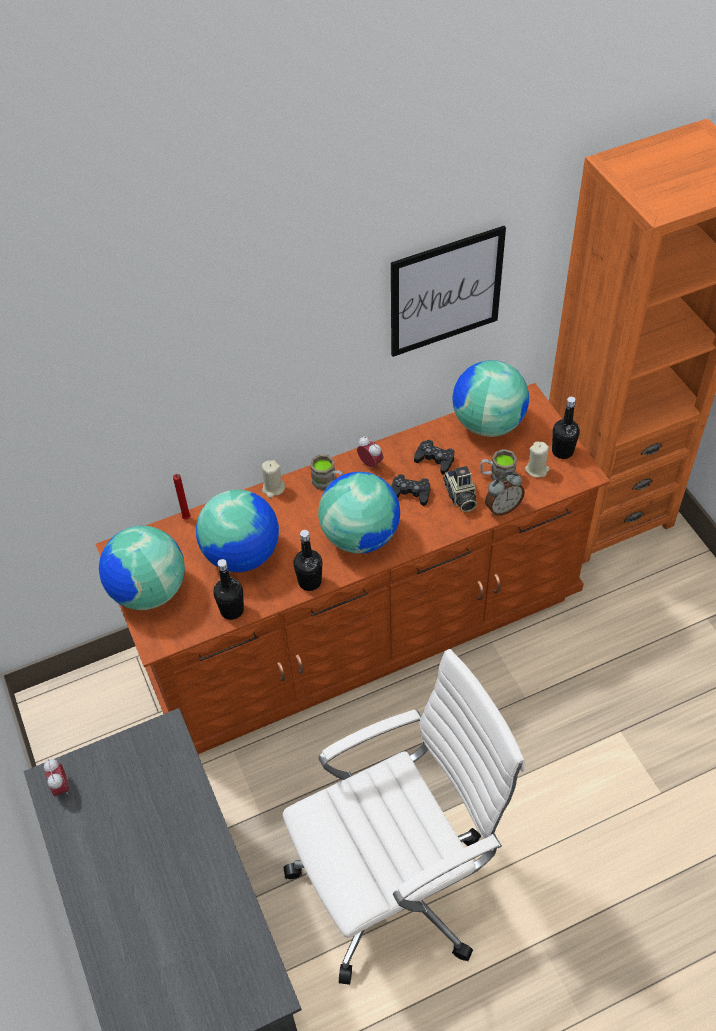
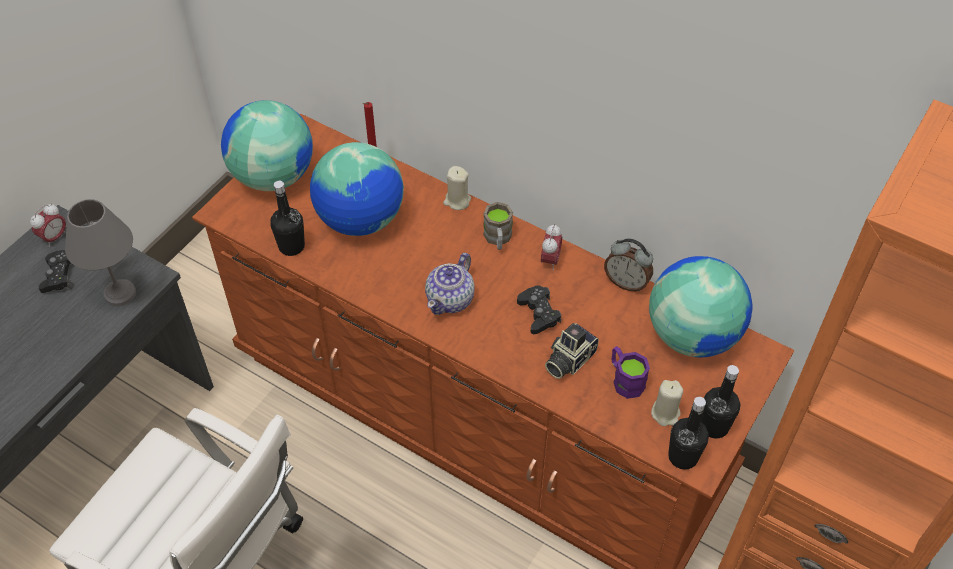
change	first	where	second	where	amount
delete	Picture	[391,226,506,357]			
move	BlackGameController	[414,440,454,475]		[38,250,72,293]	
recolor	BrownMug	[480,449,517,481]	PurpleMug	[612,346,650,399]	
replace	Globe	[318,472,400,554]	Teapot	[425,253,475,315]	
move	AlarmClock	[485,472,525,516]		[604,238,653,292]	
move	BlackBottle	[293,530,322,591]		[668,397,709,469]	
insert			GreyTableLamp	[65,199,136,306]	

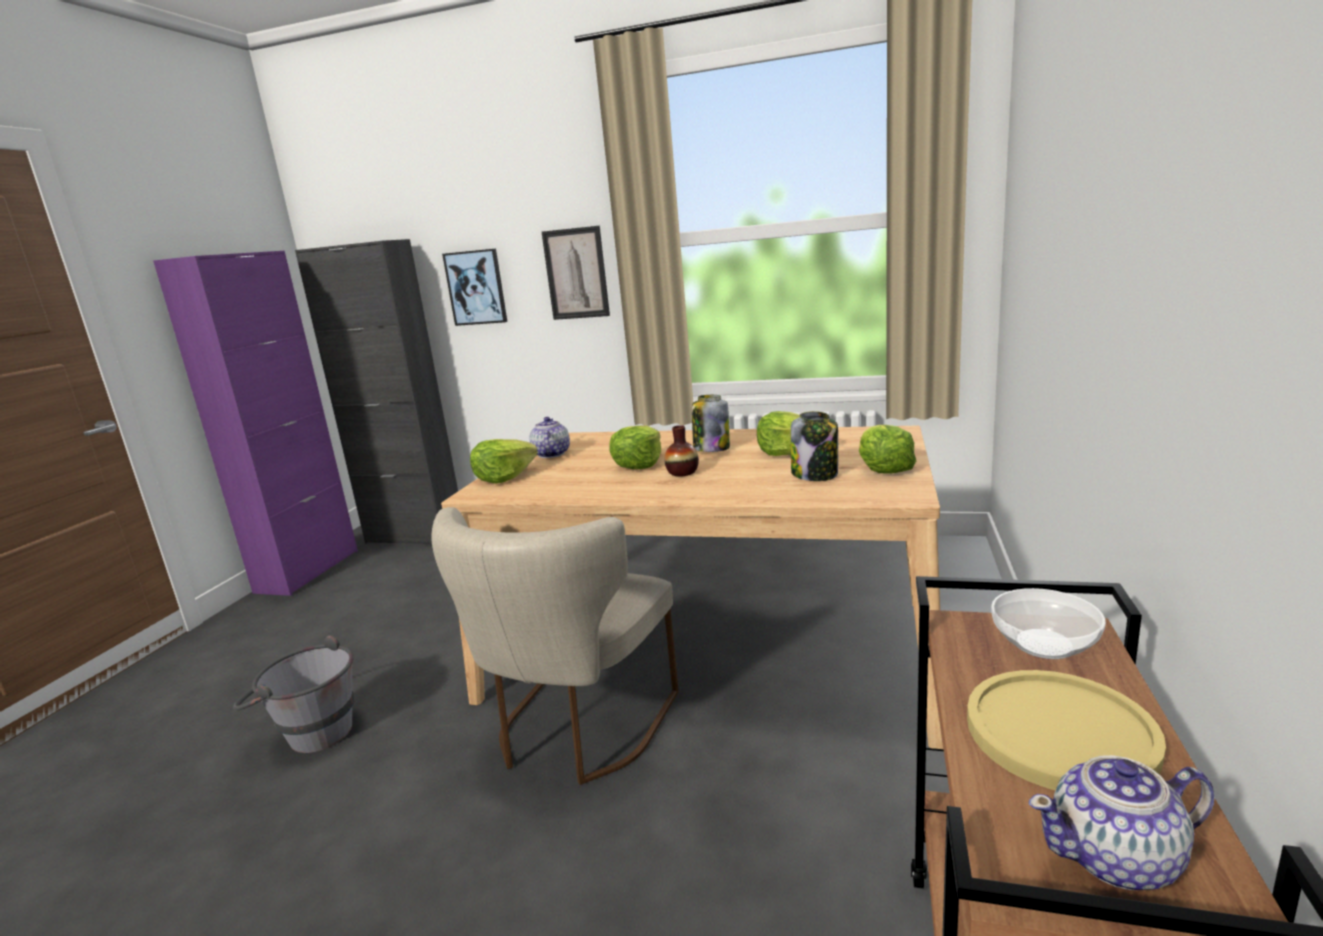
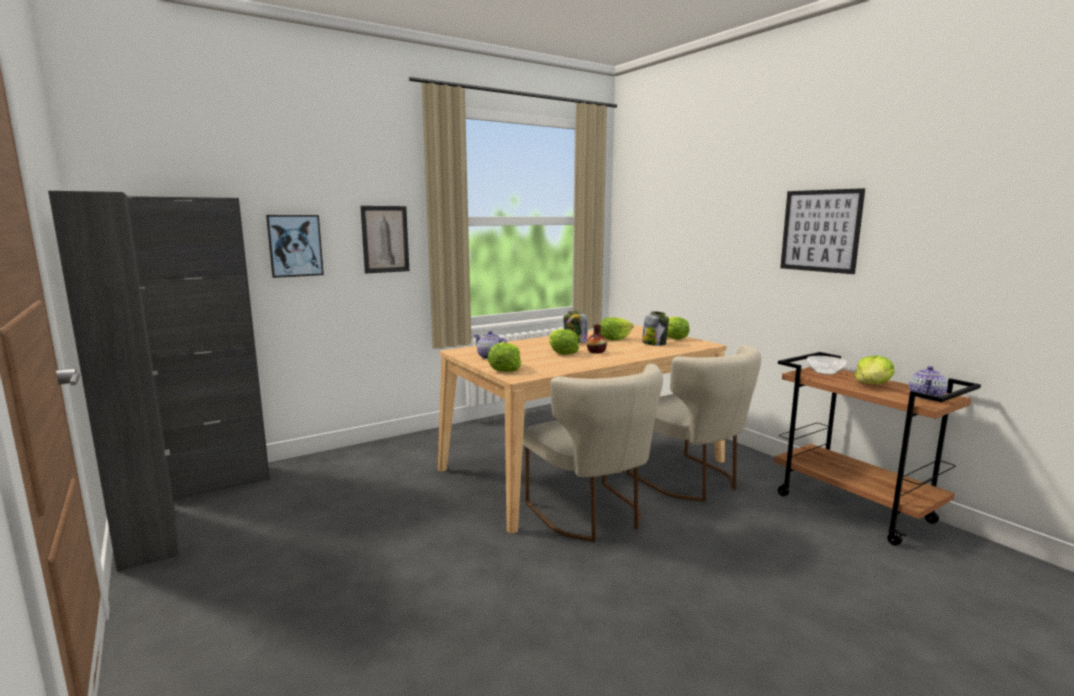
change	first	where	second	where	amount
recolor	PurpleCabinet	[153,251,358,596]	BlackCabinet	[48,191,179,572]	
delete	GreyBucket	[233,635,354,753]			
replace	YellowPlate	[967,670,1166,790]	Lettuce	[855,356,894,384]	
insert			Picture	[780,188,865,274]	
insert			BeigeChair	[627,345,761,502]	

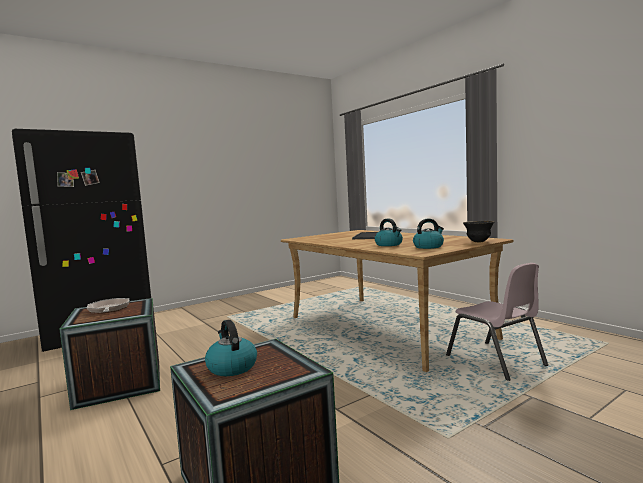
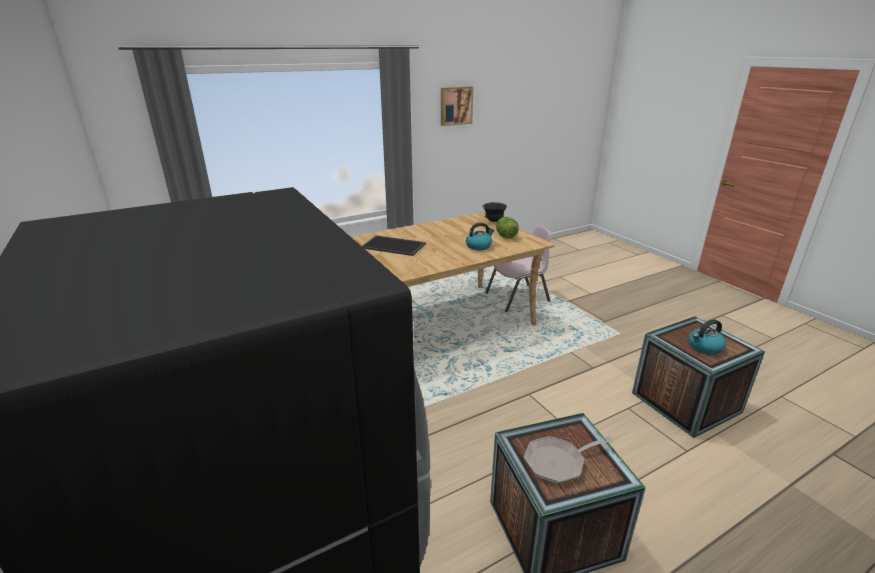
change	first	where	second	where	amount
replace	Kettle	[413,219,444,249]	Lettuce	[496,217,519,239]	
insert			Picture	[441,86,474,126]	

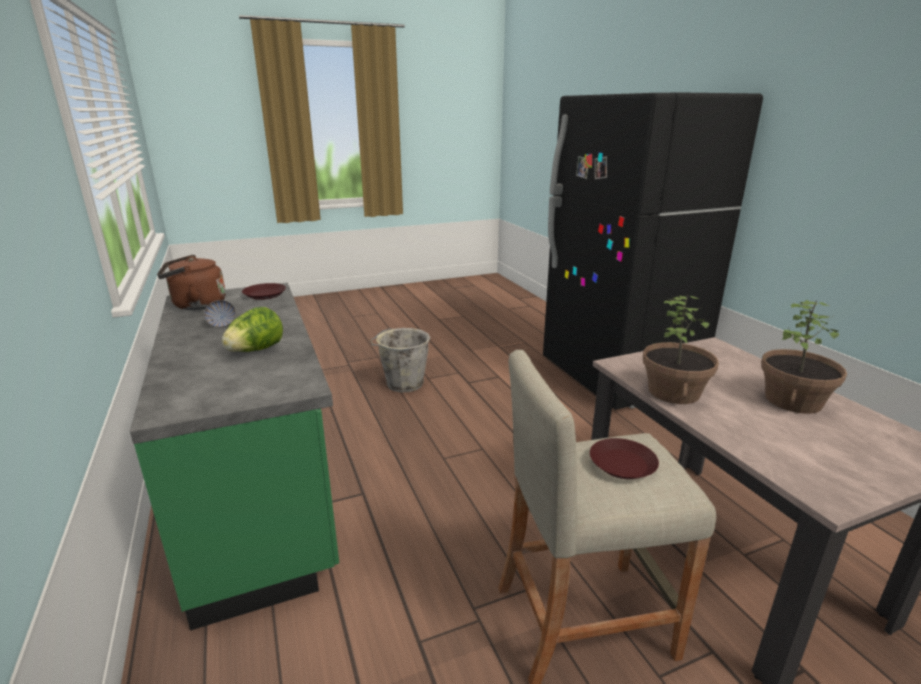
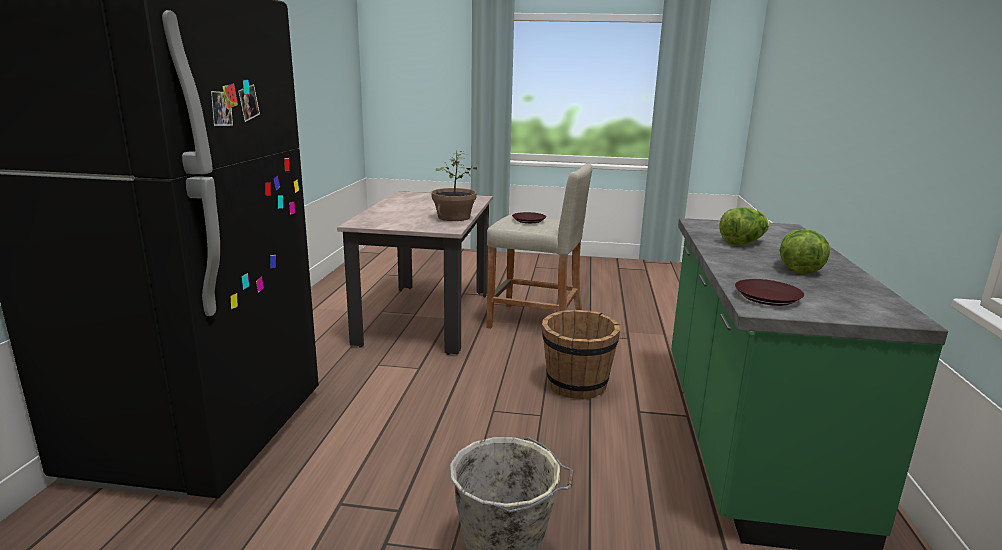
change	first	where	second	where	amount
delete	BrownKettle	[157,255,226,310]			
replace	Bowl	[204,300,236,327]	Lettuce	[780,229,830,274]	
delete	PottedPlant	[761,300,847,414]			
insert			BrownBucket	[542,310,620,400]	

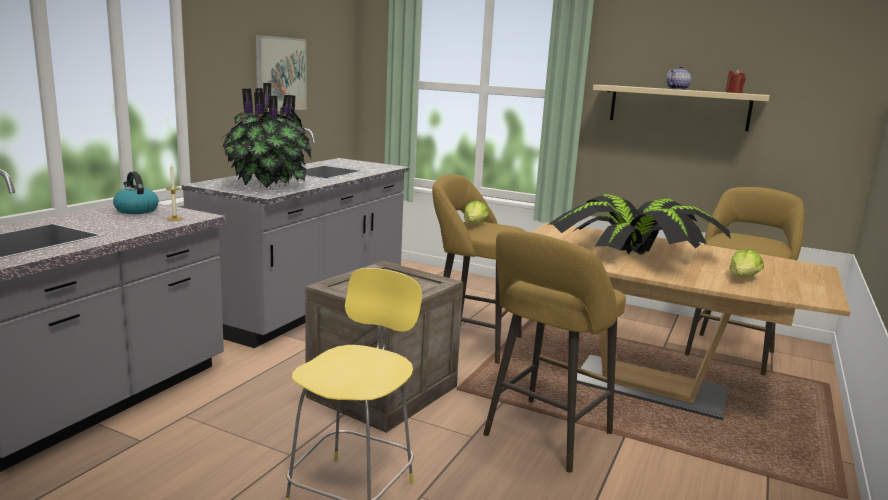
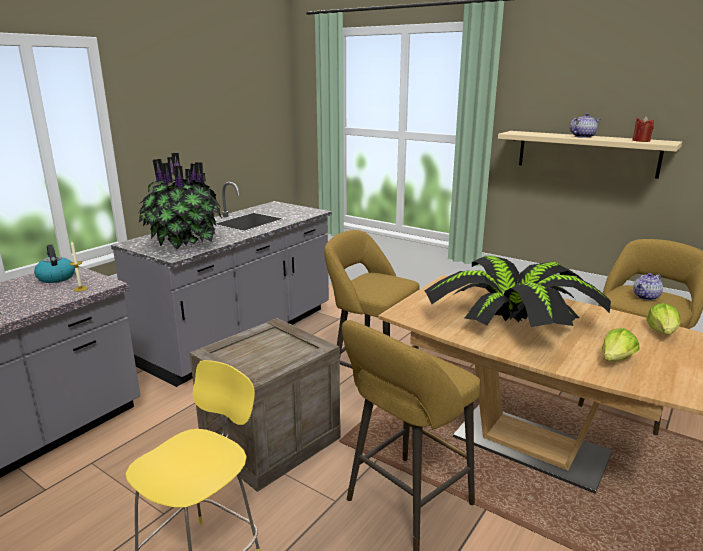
change	first	where	second	where	amount
delete	Picture	[256,35,307,111]			
move	Lettuce	[464,201,489,224]		[647,303,680,335]	
insert			Teapot	[633,273,663,300]	

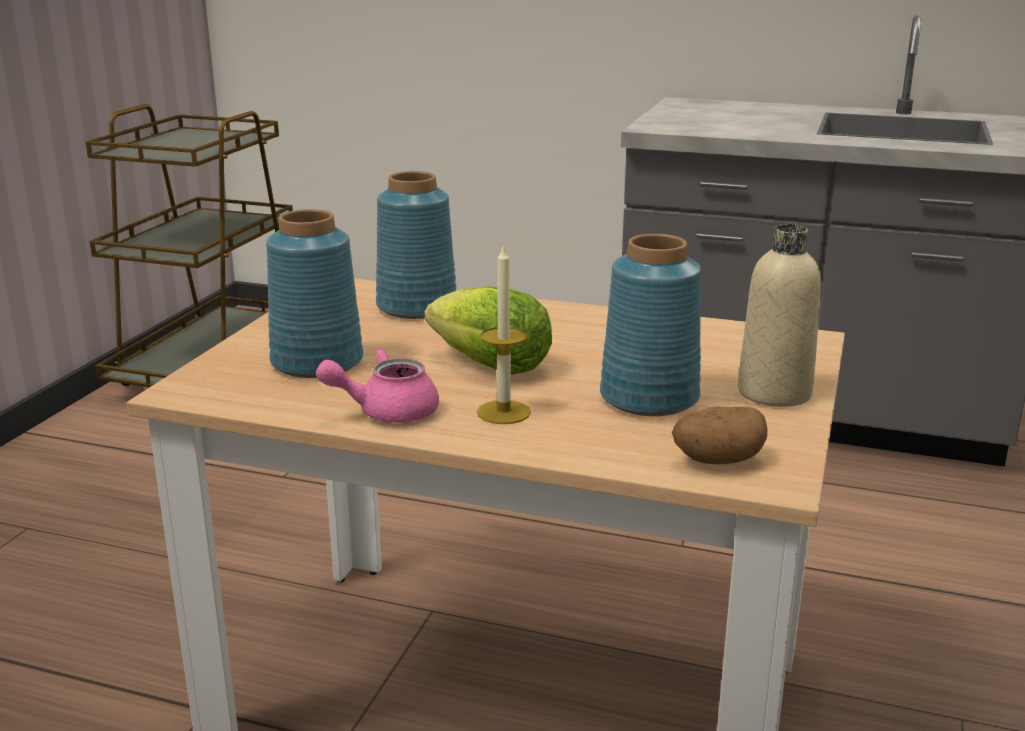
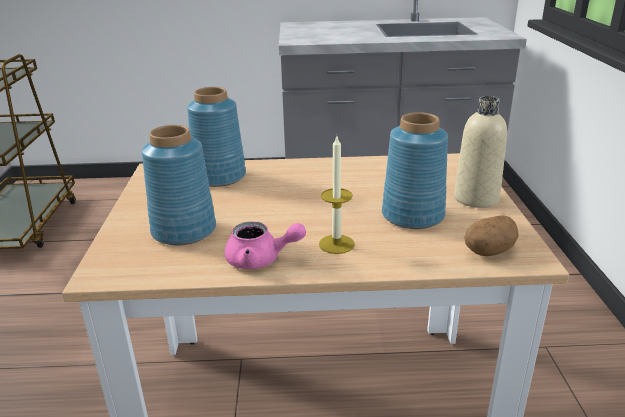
change	first	where	second	where	amount
delete	Lettuce	[425,286,552,375]			
rotate	PinkTeapot	[316,349,439,423]		[225,222,306,269]	135 degrees counterclockwise

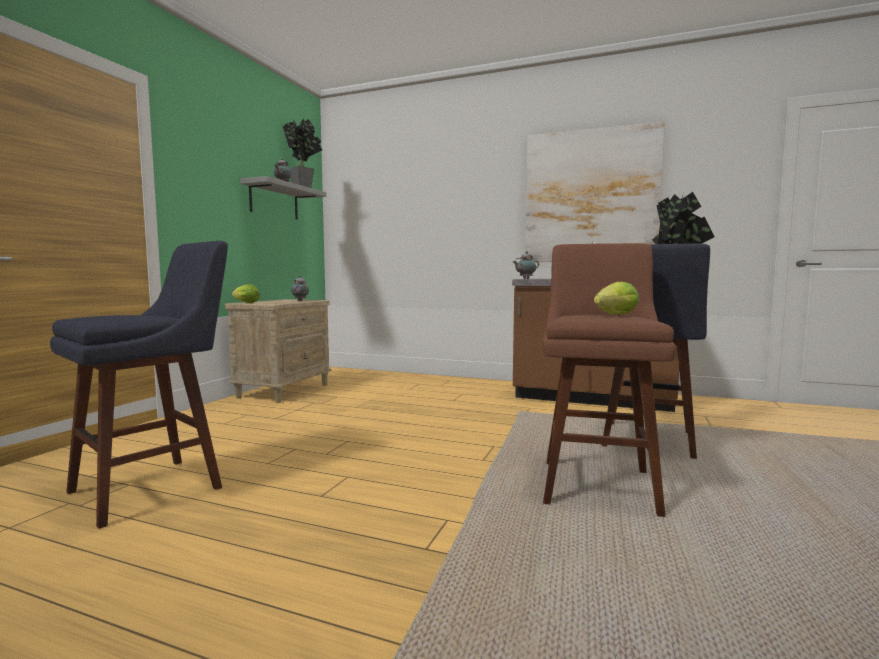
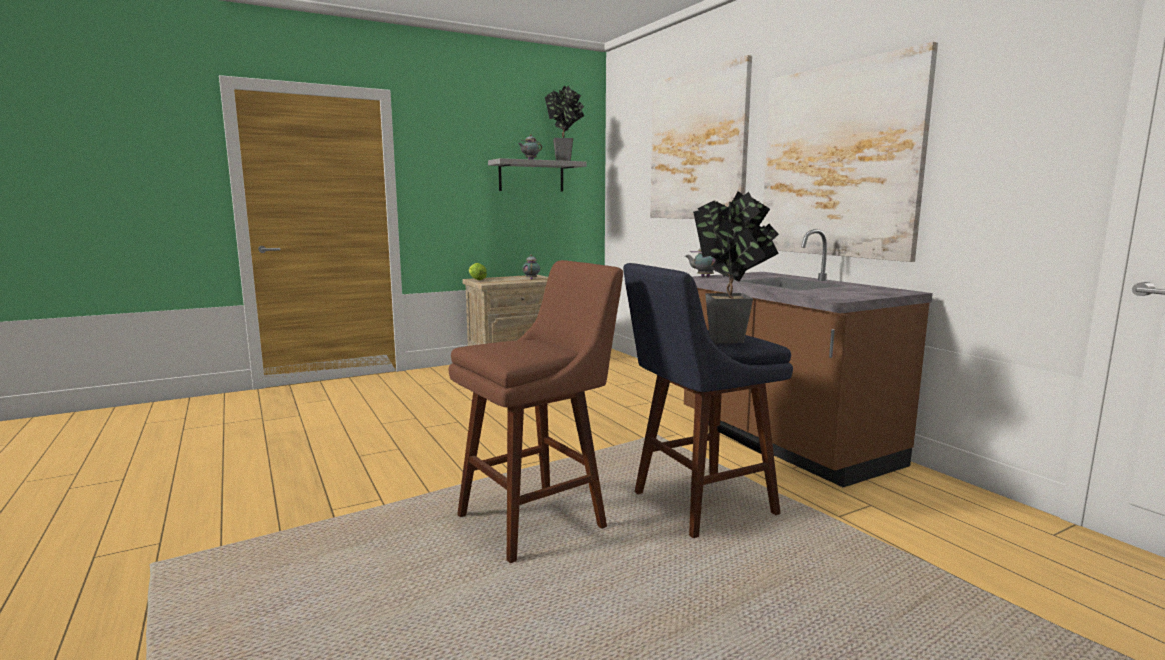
change	first	where	second	where	amount
delete	BlueStool	[50,241,228,529]			
delete	Lettuce	[594,282,639,315]			
insert			Picture	[650,55,752,219]	

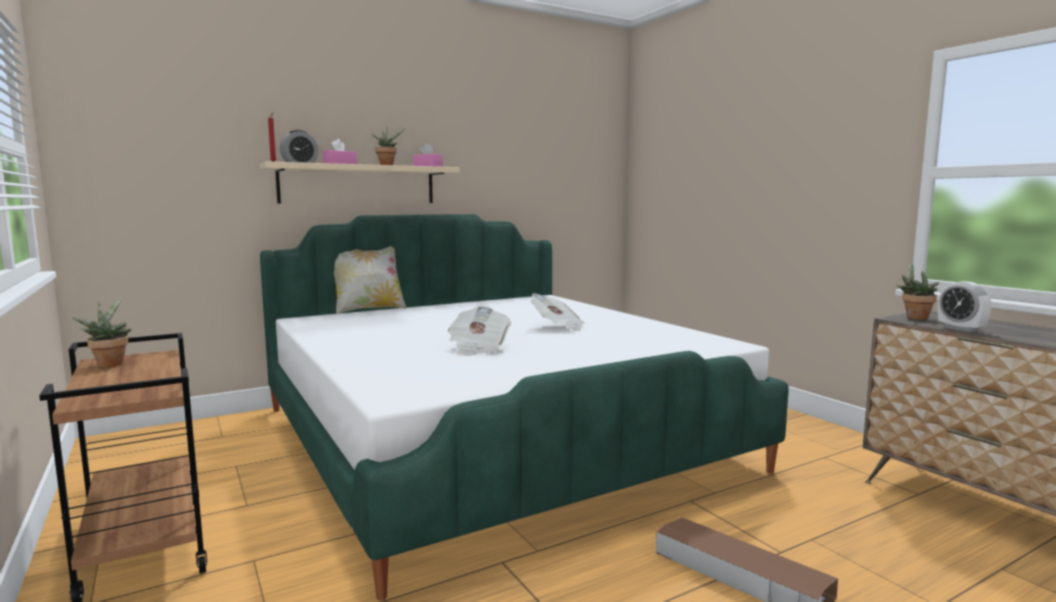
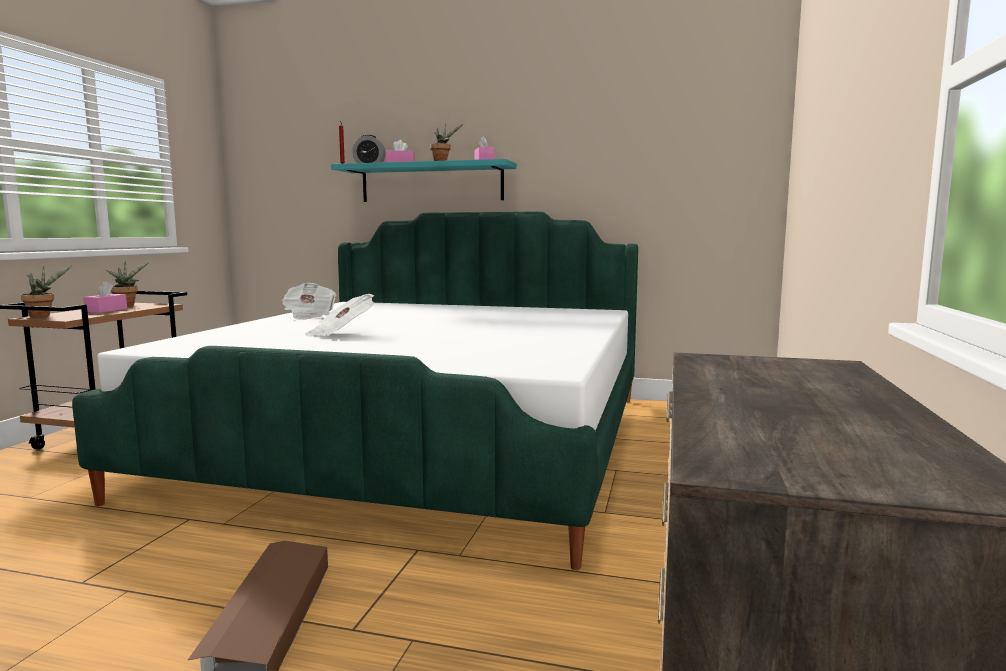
change	first	where	second	where	amount
recolor	BeigeShelf	[259,162,460,203]	TurquoiseShelf	[331,159,517,202]	
delete	Pillow	[334,246,406,314]			
move	PottedPlant	[897,261,939,320]		[21,266,72,317]	
delete	AlarmClock	[938,281,991,332]			
move	Newspaper	[531,293,584,332]		[281,283,336,320]	
insert			PinkTissueBox	[83,281,127,313]	

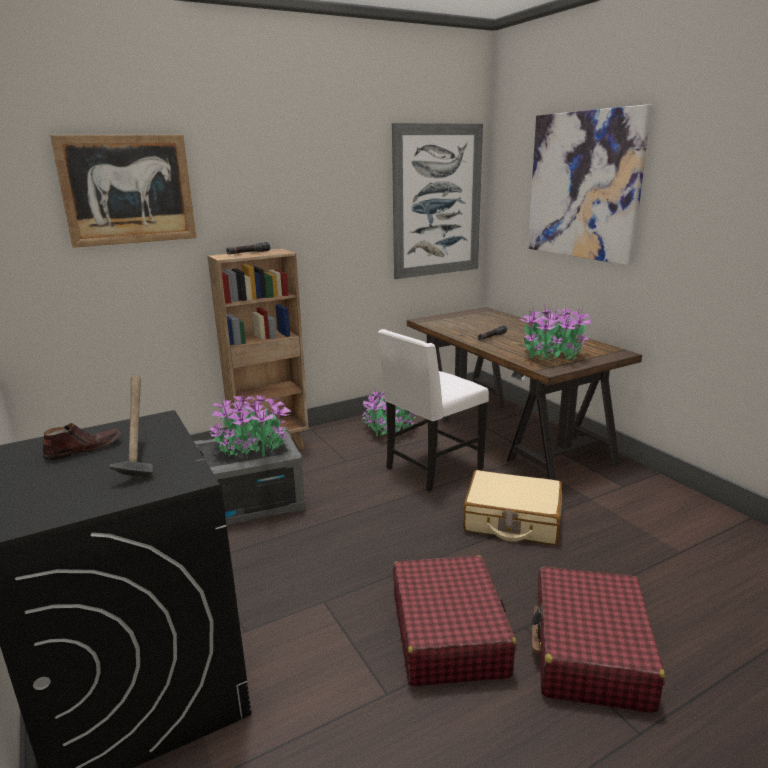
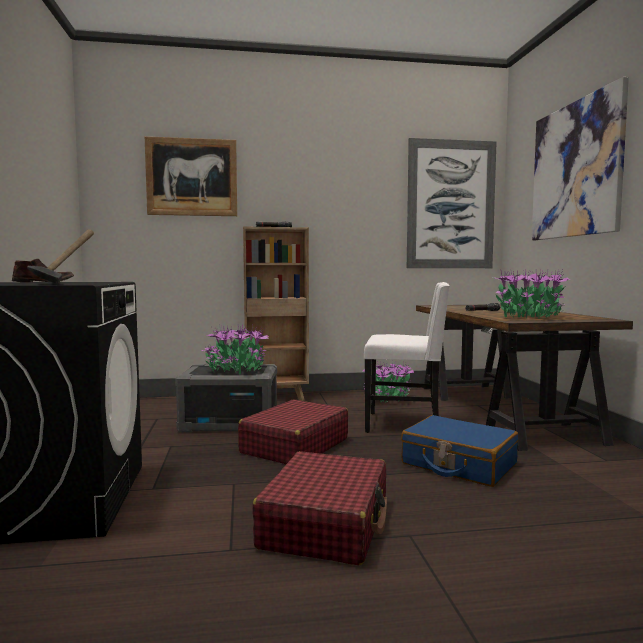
change	first	where	second	where	amount
rotate	WhiteChair	[378,329,489,492]		[364,282,450,433]	150 degrees counterclockwise
recolor	BeigeSuitcase	[463,470,562,545]	BlueSuitcase	[401,415,518,487]	
move	RedSuitcase	[532,567,665,713]		[238,399,348,464]	

